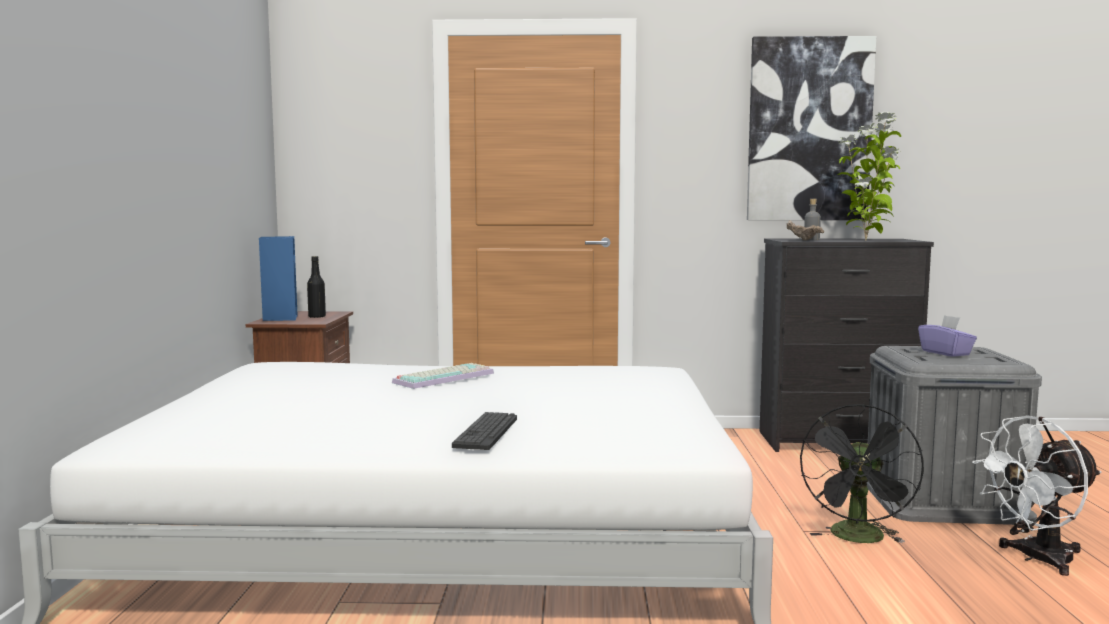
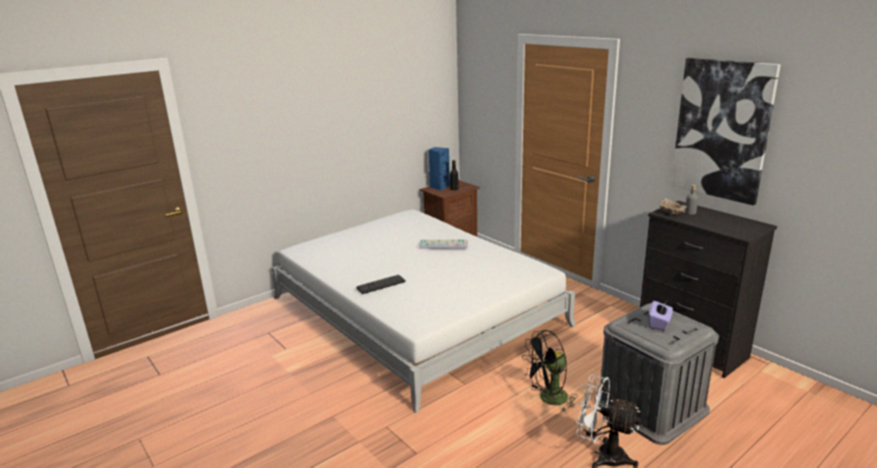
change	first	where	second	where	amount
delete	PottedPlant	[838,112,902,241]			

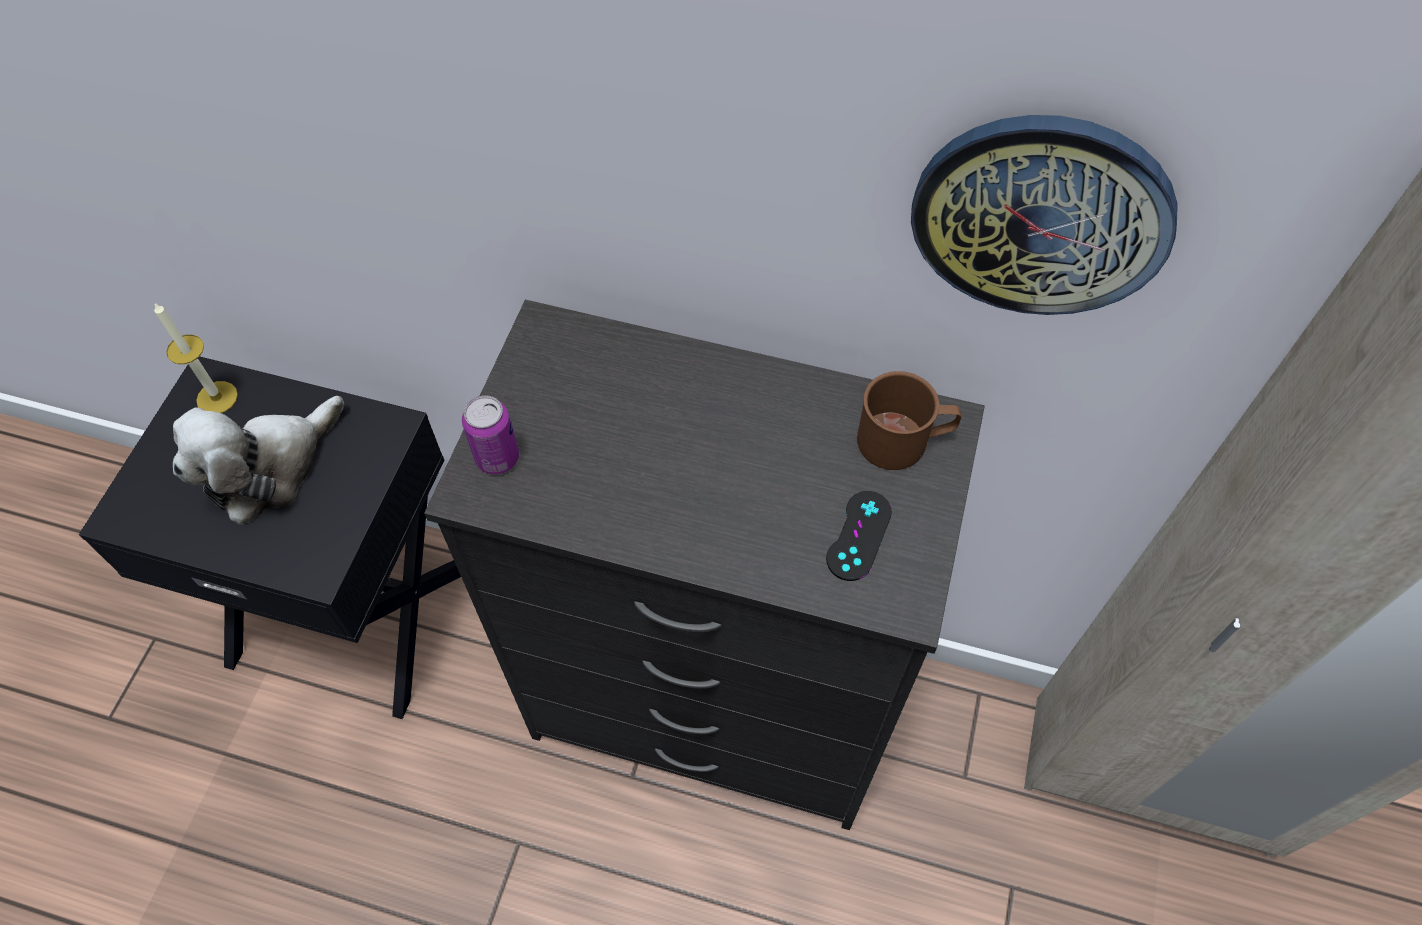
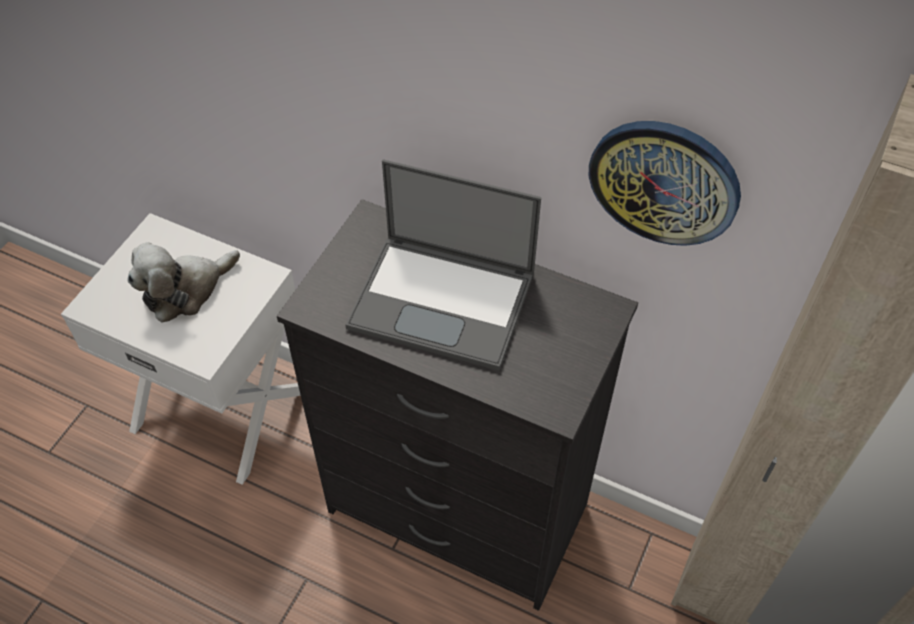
change	first	where	second	where	amount
delete	Candle	[154,302,238,413]			
recolor	BlackNightstand	[79,356,461,719]	WhiteNightstand	[61,213,301,485]	
delete	BrownMug	[857,371,961,470]			
delete	Can	[462,395,519,474]			
delete	BlackGameController	[826,491,892,581]			
insert			Laptop	[345,159,541,371]	

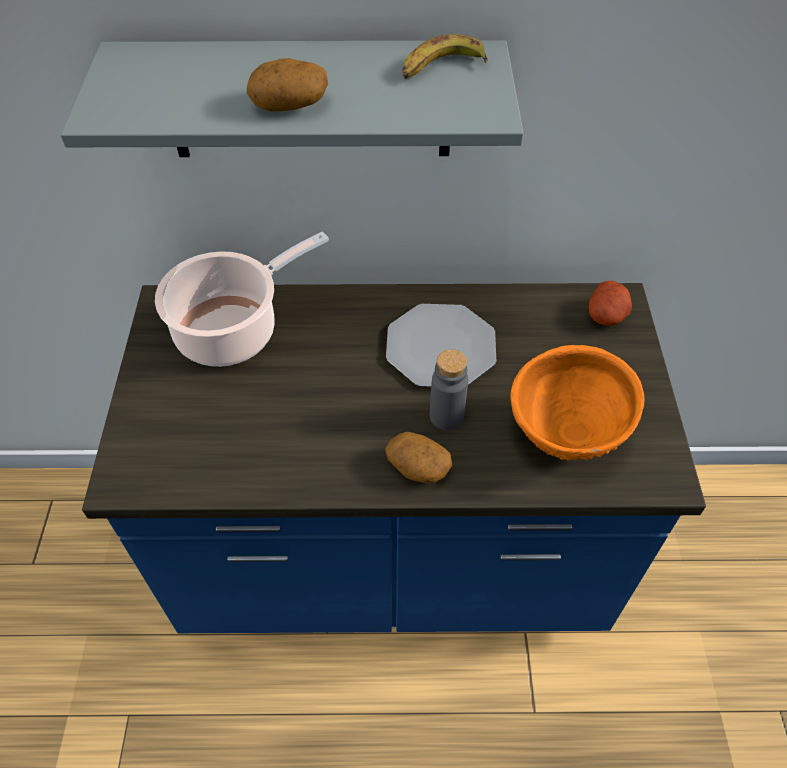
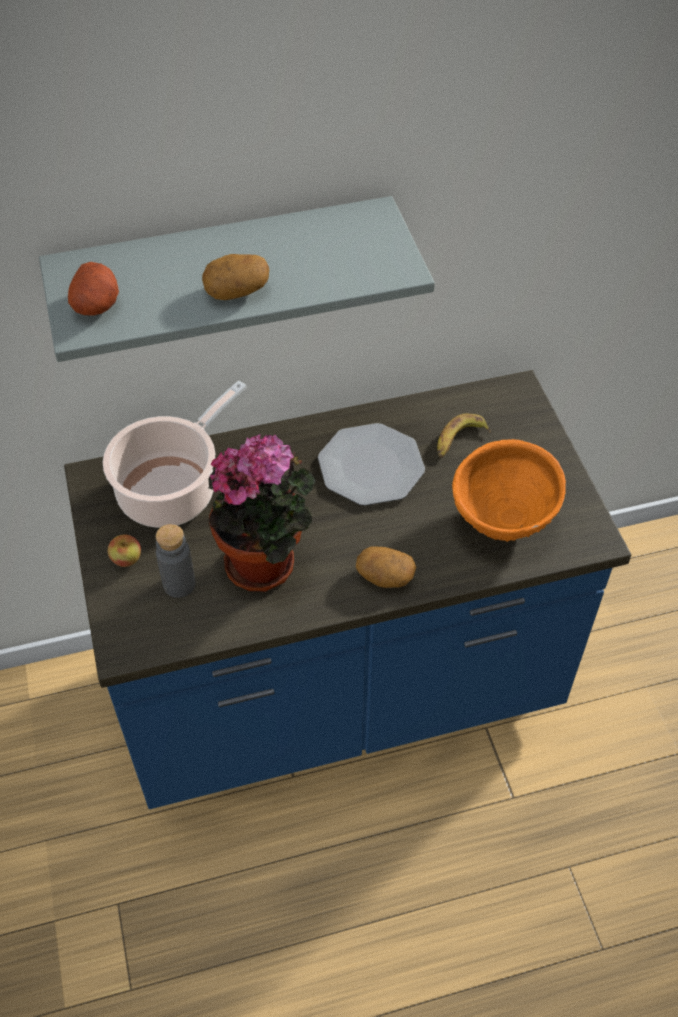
change	first	where	second	where	amount
move	Banana	[402,34,488,79]		[437,413,491,458]	
move	Potato	[589,281,632,326]		[68,262,119,316]	
move	GreyBottle	[430,349,468,430]		[156,524,196,598]	
insert			PottedPlant	[208,434,316,592]	
insert			Apple	[108,535,141,567]	

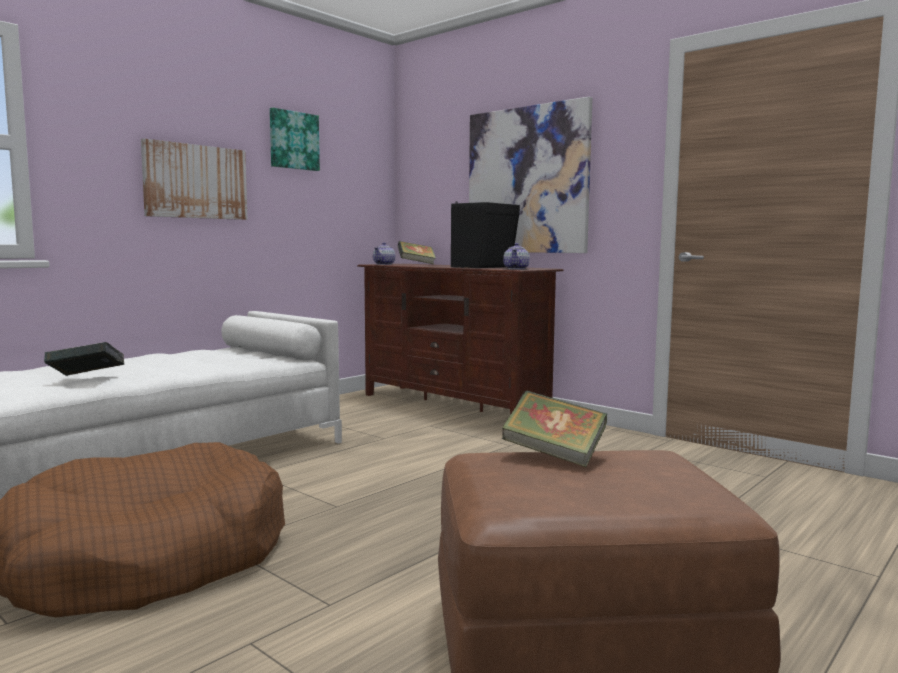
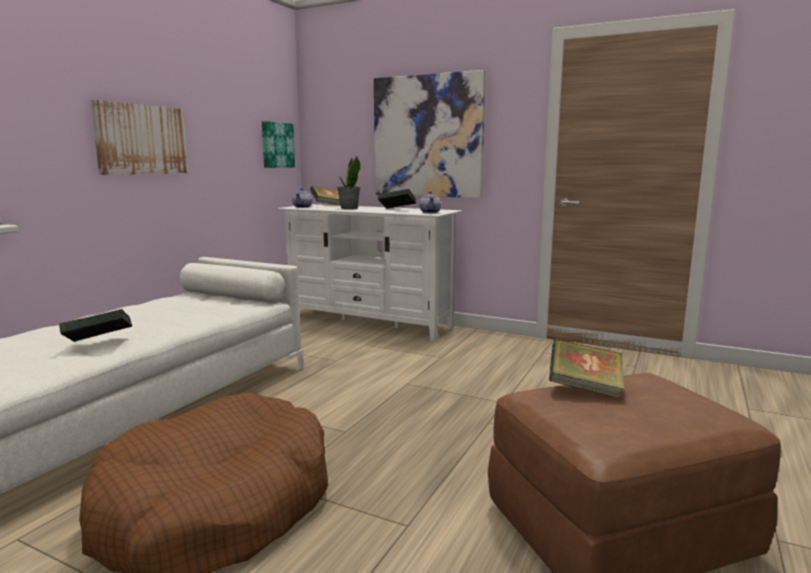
change	first	where	second	where	amount
move	Picture	[270,108,320,171]		[262,121,295,168]	
replace	BlackSpeaker	[451,201,520,268]	Book	[378,189,416,209]	
recolor	BrownTvStand	[357,264,564,415]	WhiteTvStand	[278,204,462,341]	
insert			PottedPlant	[337,156,361,209]	

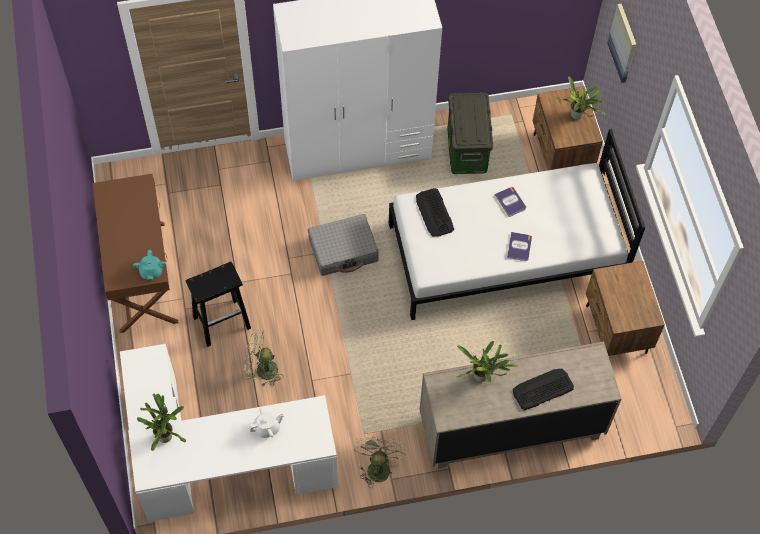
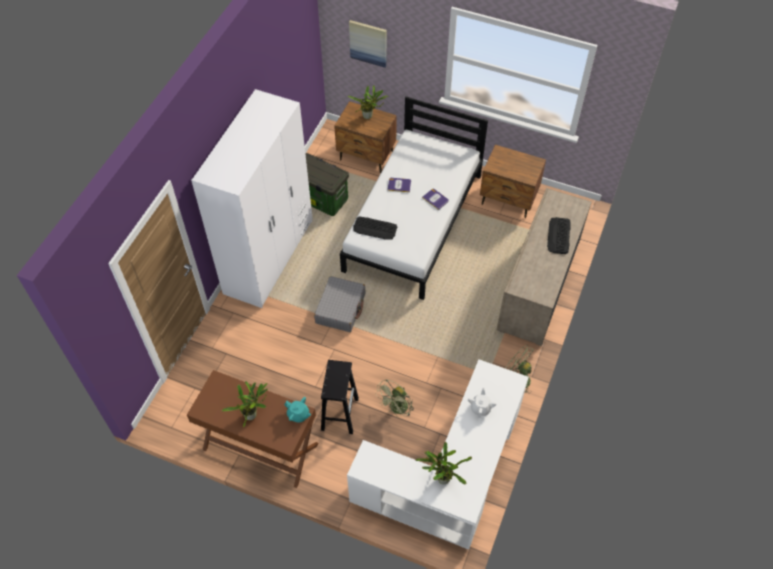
change	first	where	second	where	amount
move	PottedPlant	[457,341,518,382]		[222,381,268,428]	

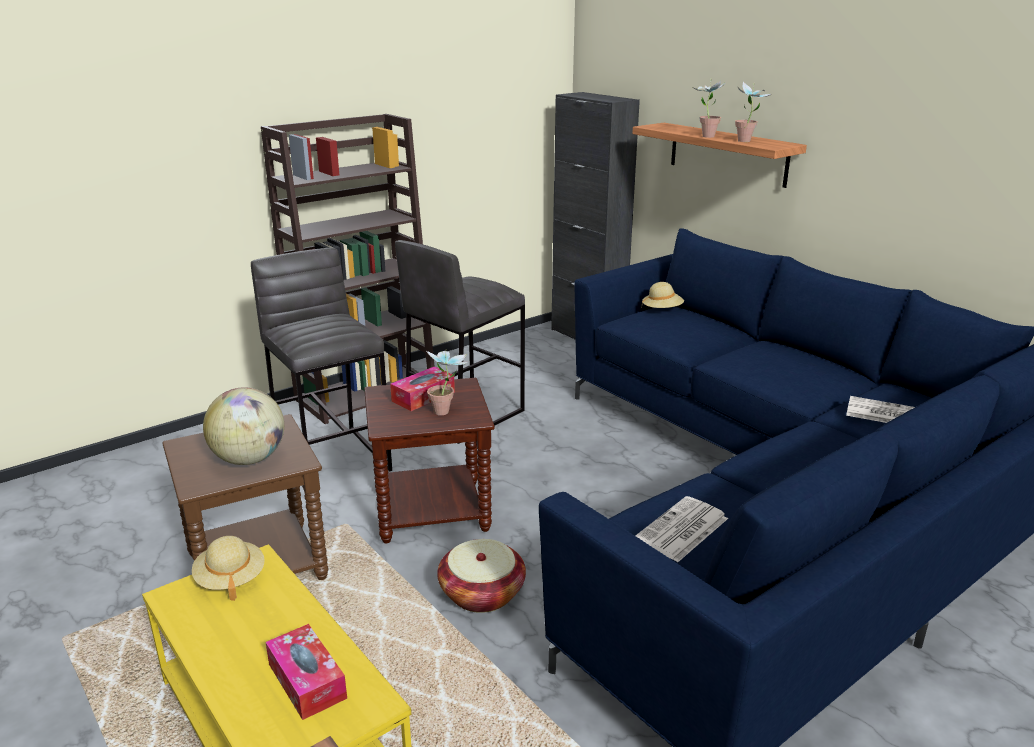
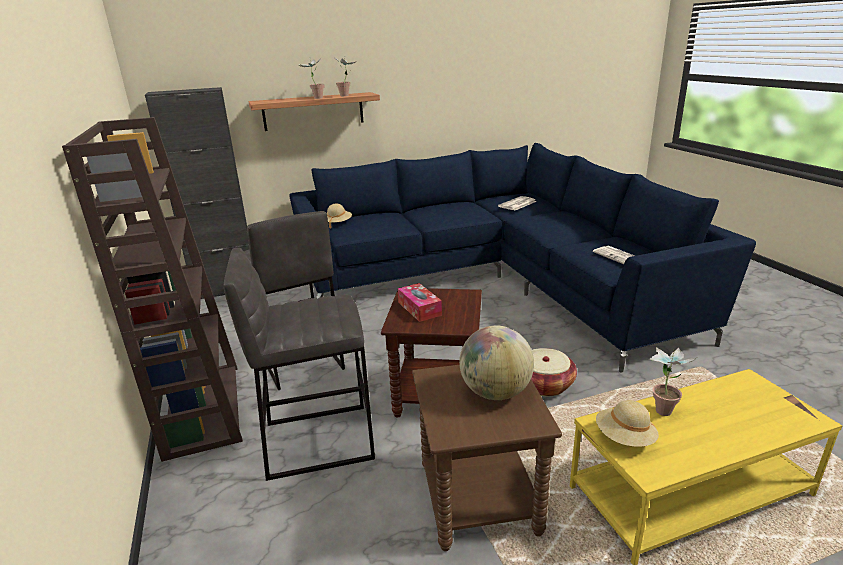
change	first	where	second	where	amount
move	PottedPlant	[426,349,468,415]		[649,347,698,416]	
delete	TissueBox	[266,624,347,720]			

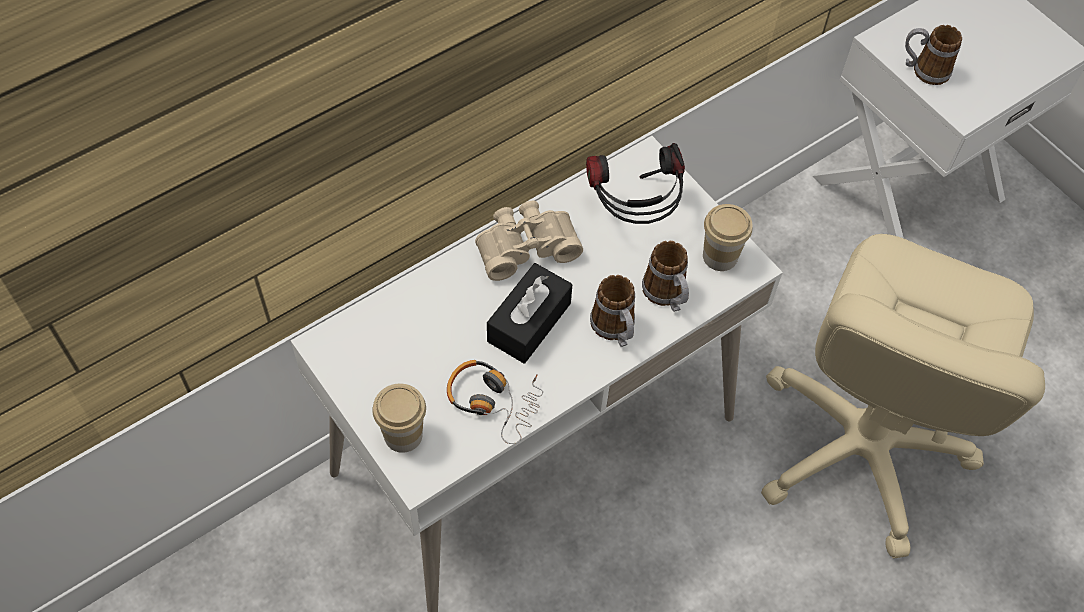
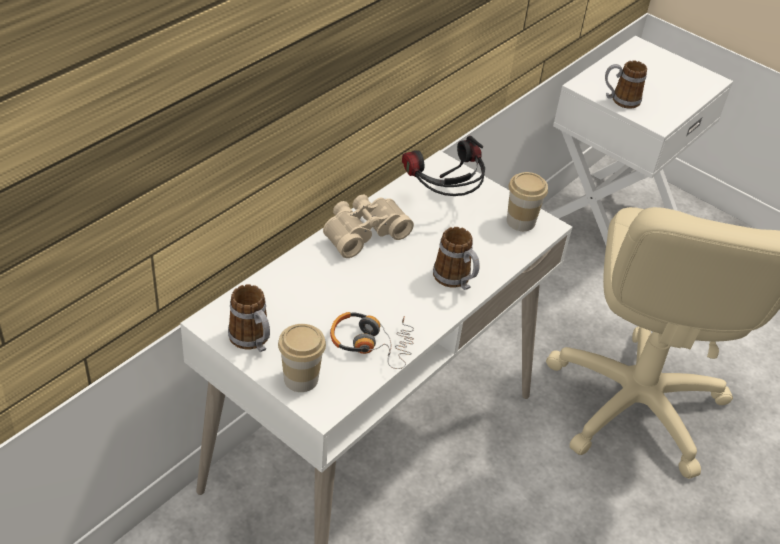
change	first	where	second	where	amount
move	Mug	[642,241,689,312]		[228,284,270,352]	
delete	BlackTissueBox	[487,263,572,363]			

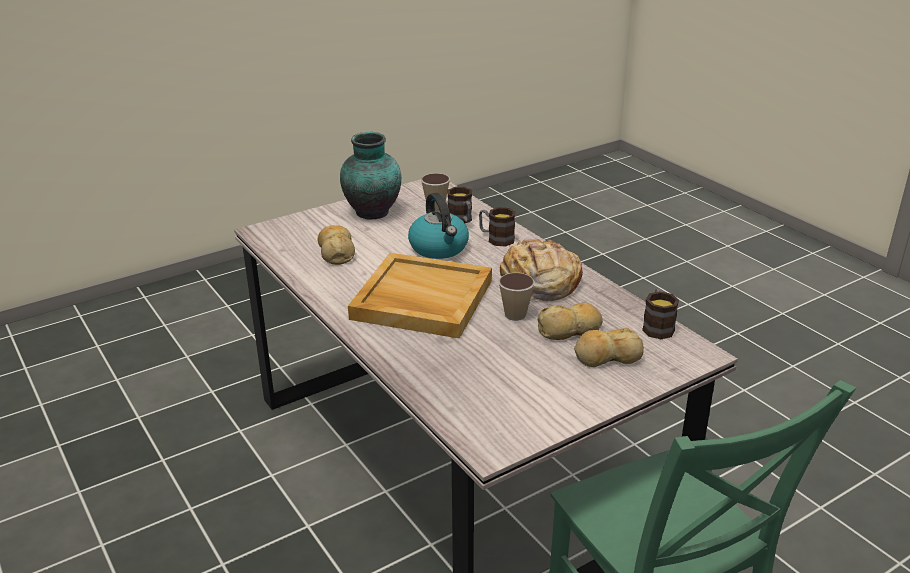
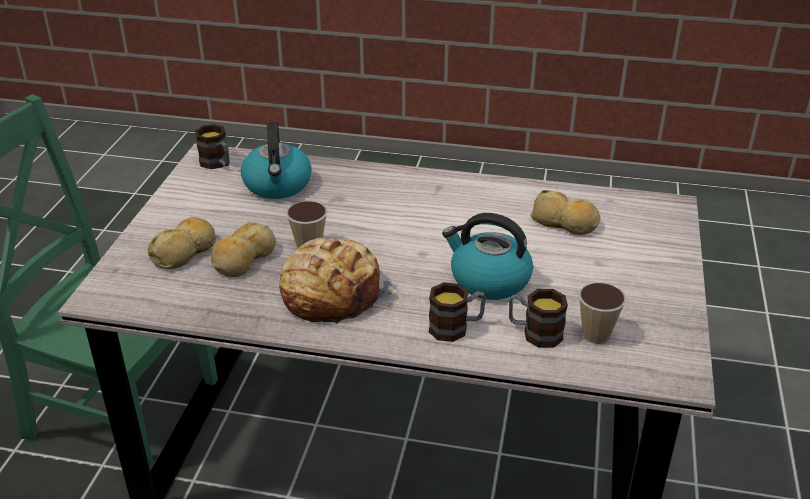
change	first	where	second	where	amount
delete	Vase	[340,132,401,220]			
delete	BeigeTray	[348,253,492,339]			
move	Mug	[642,288,679,339]		[195,124,230,169]	
insert			Kettle	[241,122,312,199]	

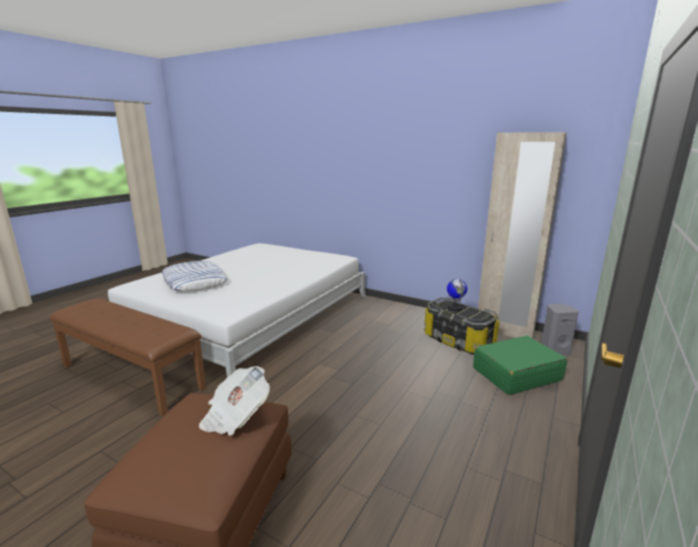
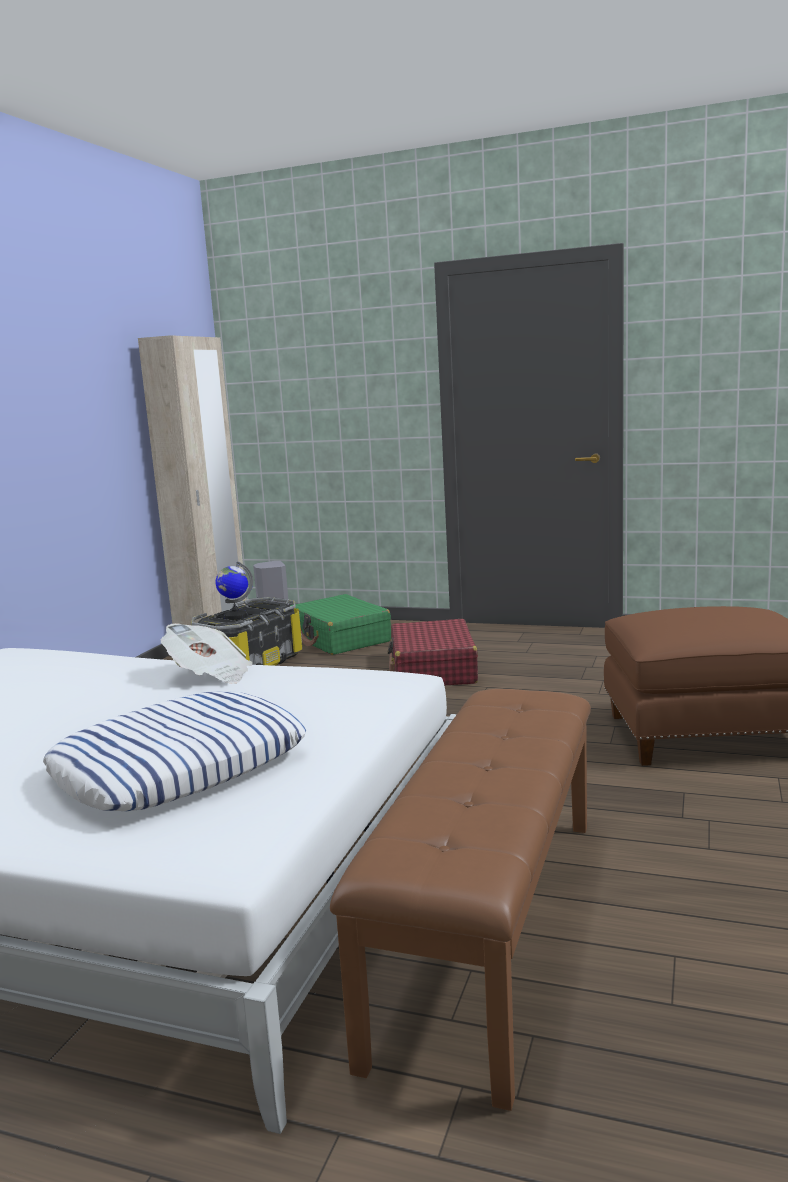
change	first	where	second	where	amount
move	Newspaper	[199,366,270,436]		[161,623,252,684]	
insert			RedSuitcase	[388,619,478,686]	

